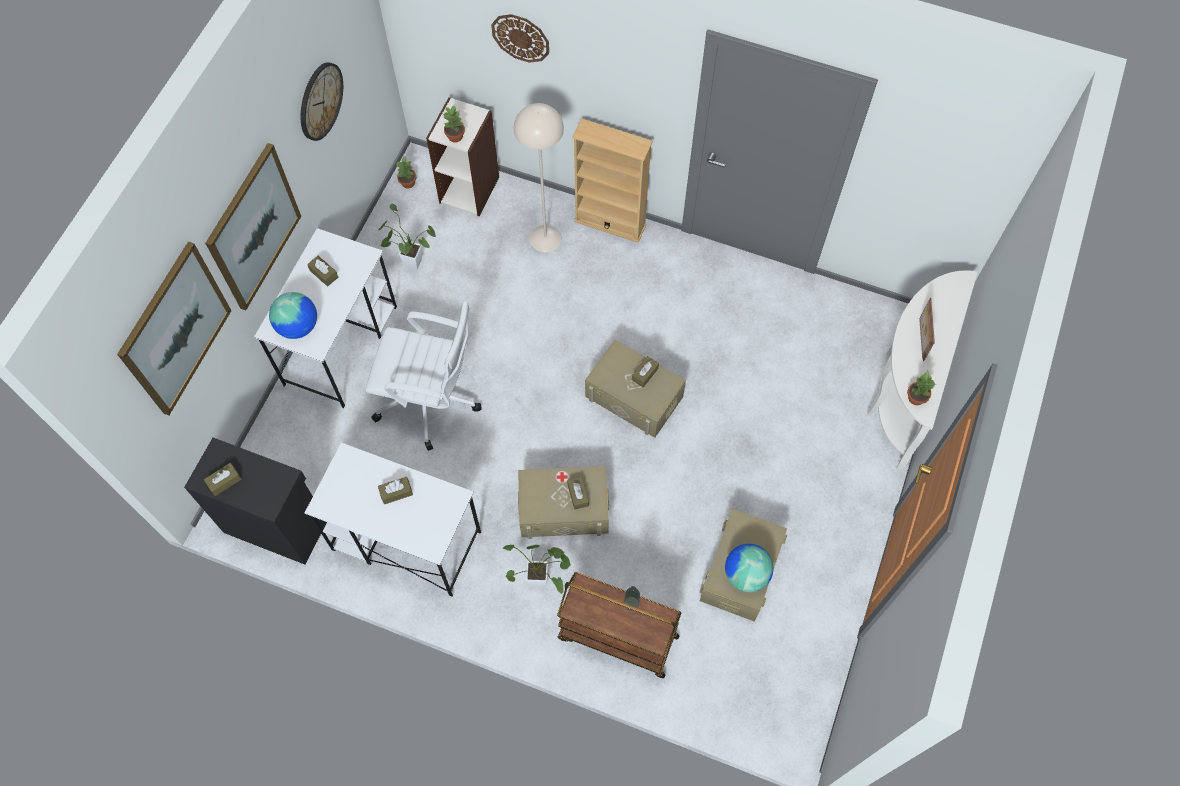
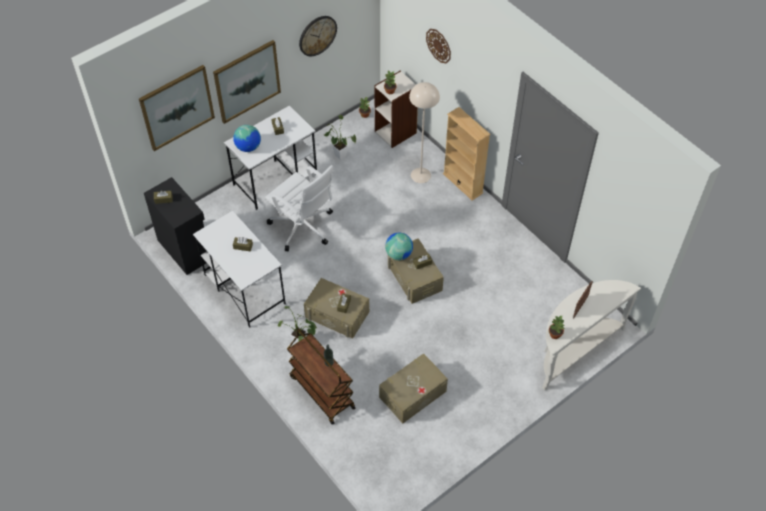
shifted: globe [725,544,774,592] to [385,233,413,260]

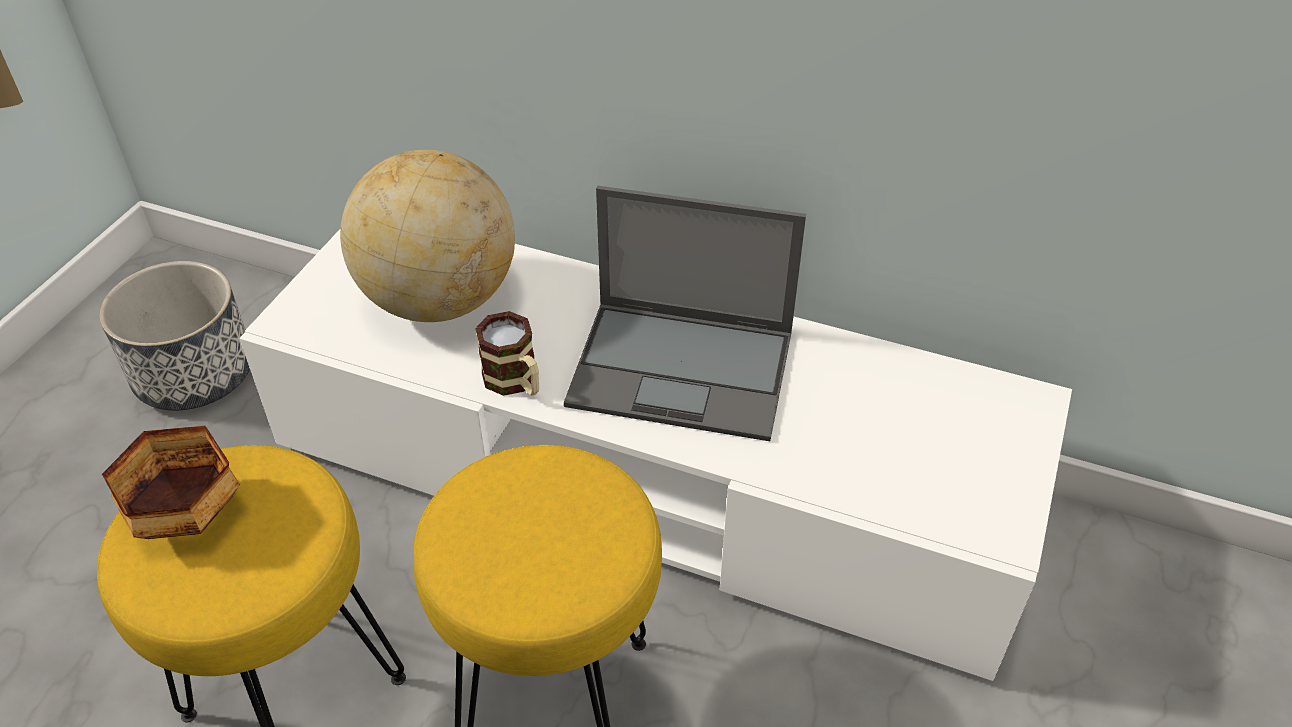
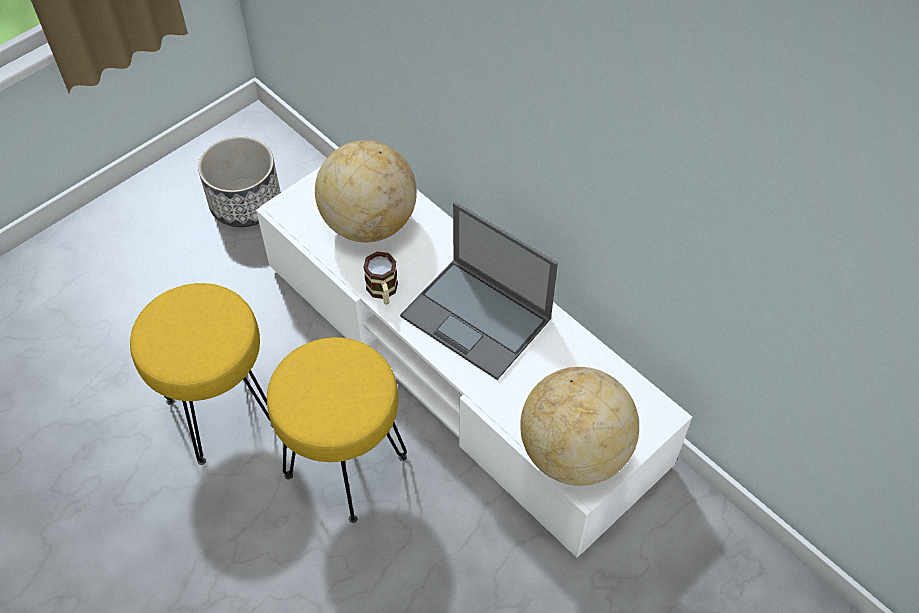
gone: bol [102,426,240,539]
new: globe [520,367,639,486]

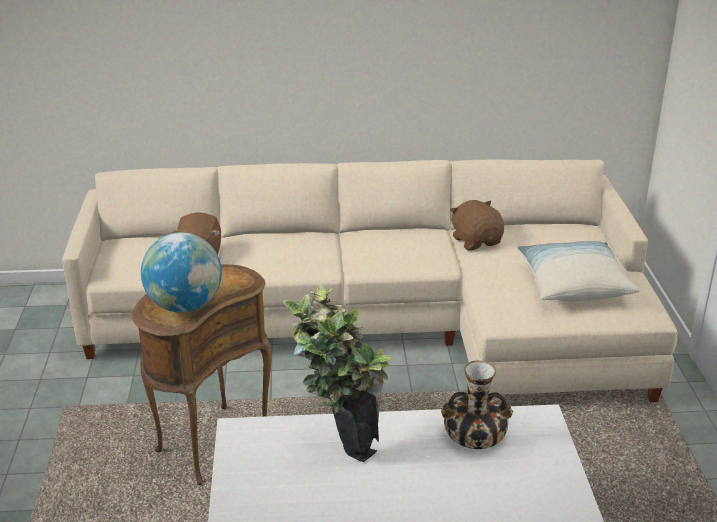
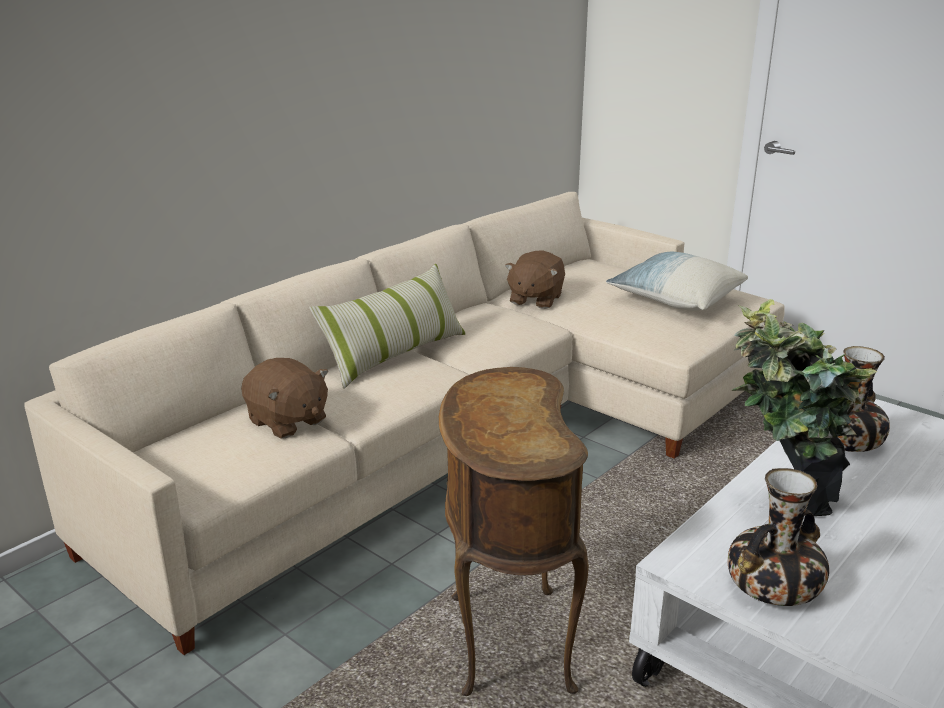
gone: globe [141,232,222,313]
new: coussin [309,264,465,389]; vase [728,468,829,606]
rotated: peluche (marron) [450,200,504,250] = [505,250,565,309] 90 degrees counterclockwise

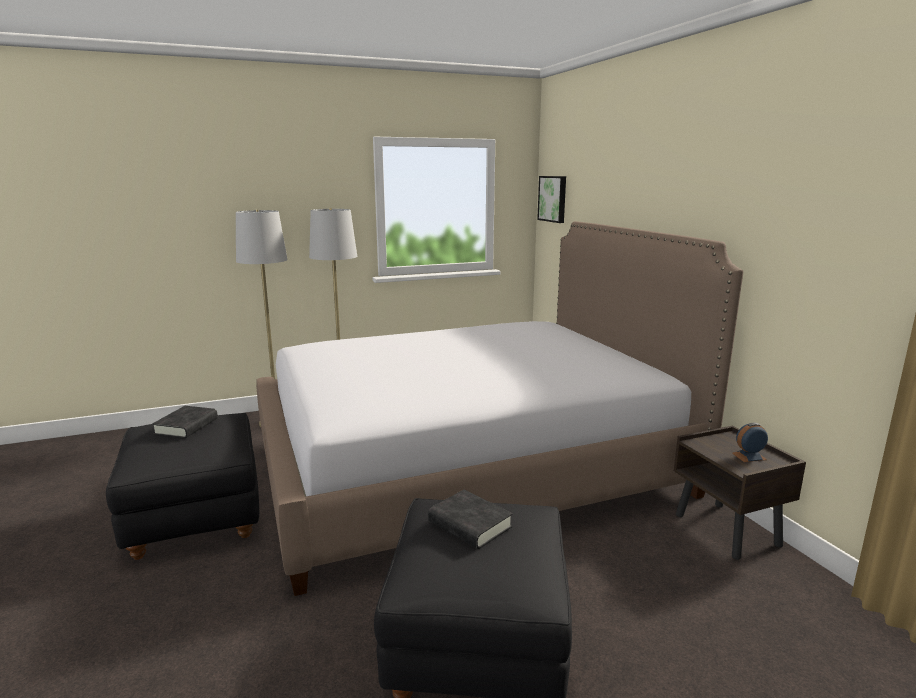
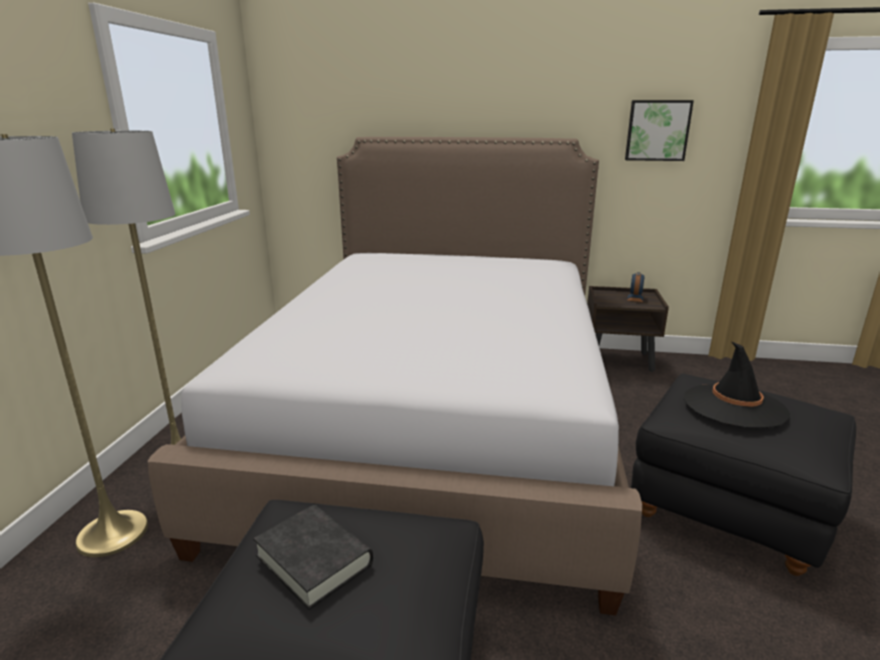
shifted: tableau [537,176,566,223] to [625,100,694,161]
swapped: livre (noir) [428,490,513,549] to chapeau (noir) [684,341,790,428]

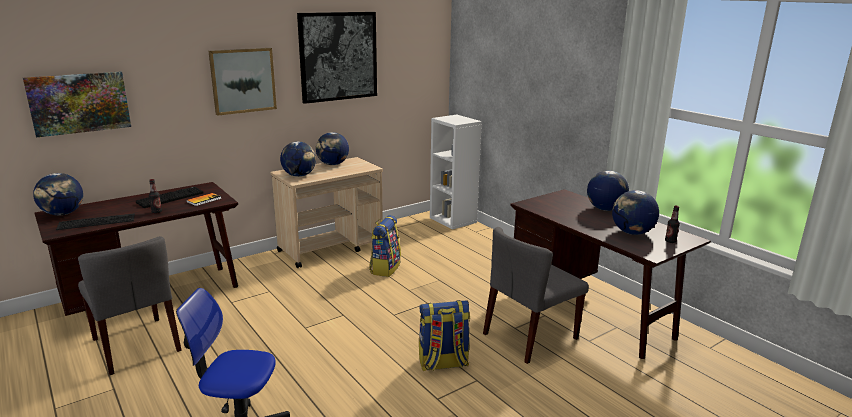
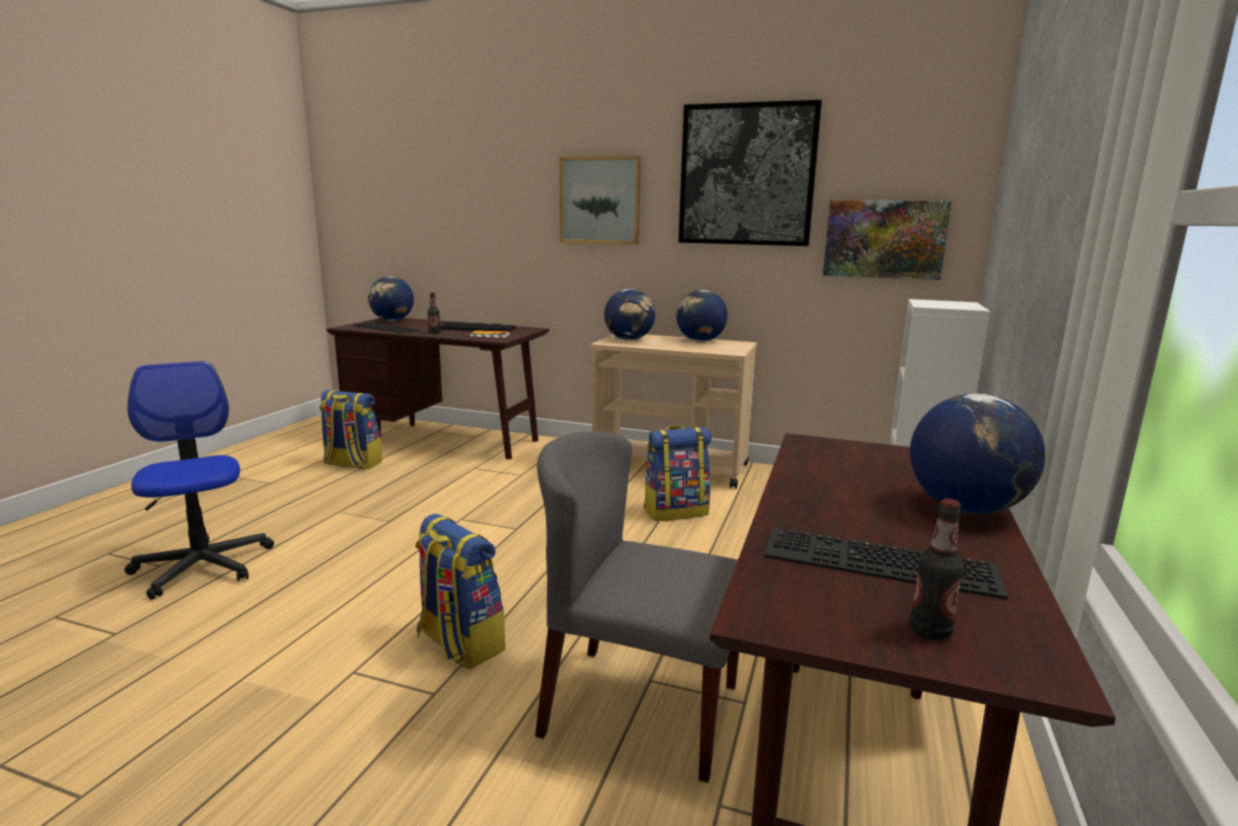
shifted: tableau [23,71,131,137] to [823,200,952,280]
swapped: chaise (gris) [78,236,182,375] to sac à dos [319,390,382,469]; globe [612,190,659,235] to clavier [764,528,1008,600]

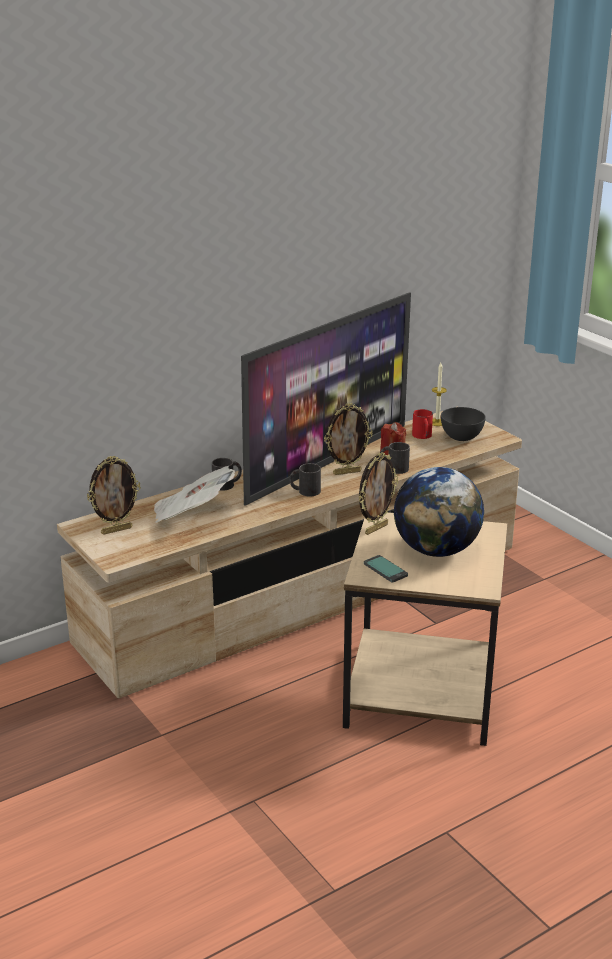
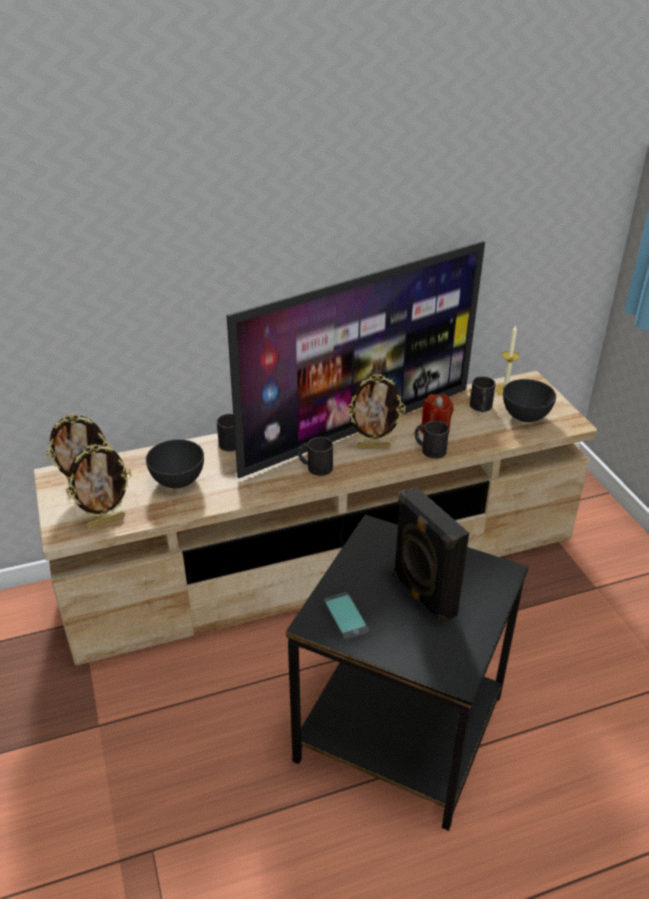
shifted: cadre photo [358,452,398,535] to [66,444,132,529]
swapped: journal [154,466,235,523] to bol (gris) [146,439,204,488]; globe [394,467,484,557] to enceinte (noir) [393,486,469,625]
repainted: table d'appoint (beige) [343,512,507,746] to table d'appoint (noir) [286,514,528,831]; mug (rouge) [412,409,433,439] to mug (noir) [470,376,496,412]

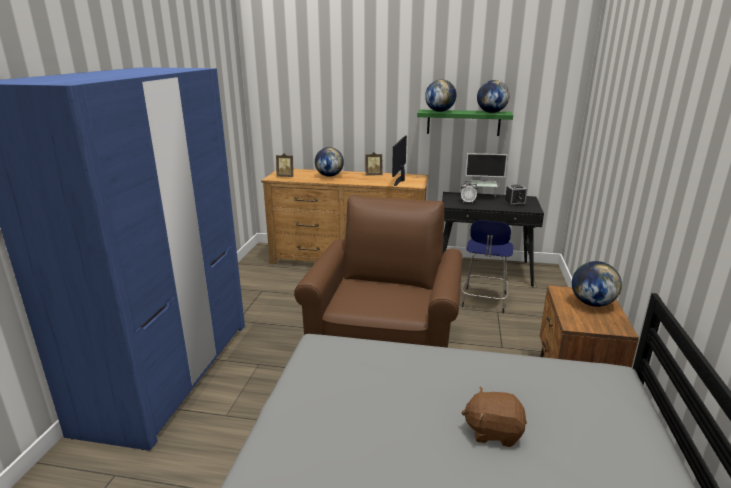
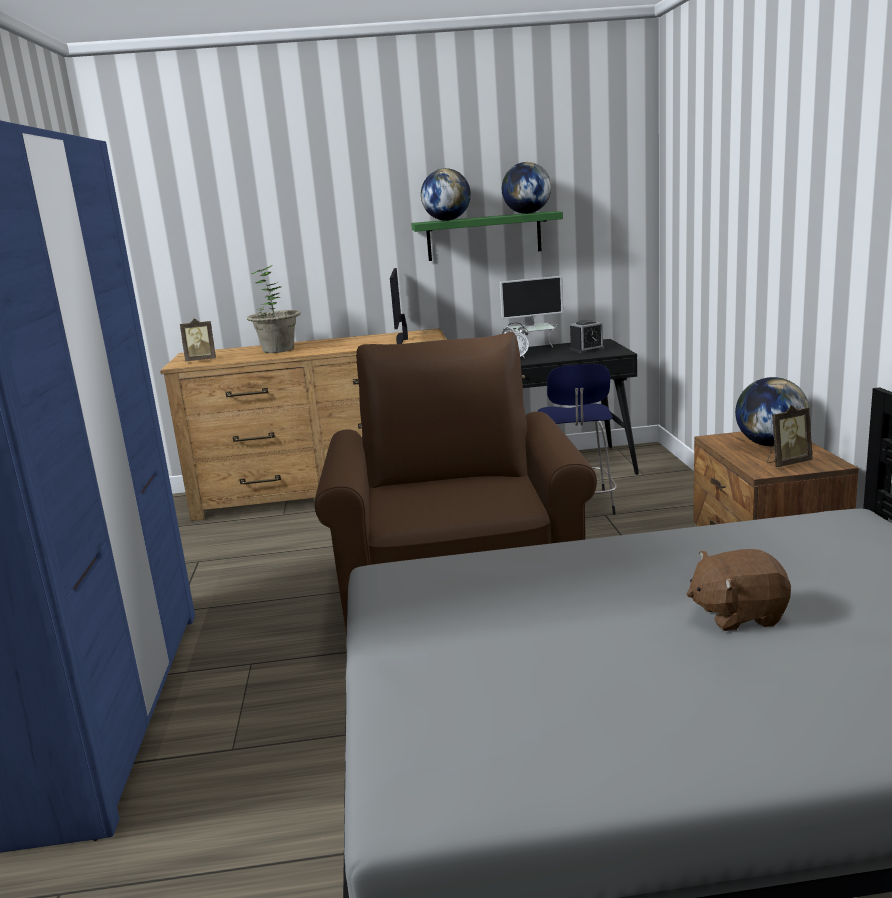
shifted: cadre photo [365,152,382,176] to [767,405,812,467]
swapped: globe [315,147,344,177] to plante en pot [247,265,301,353]

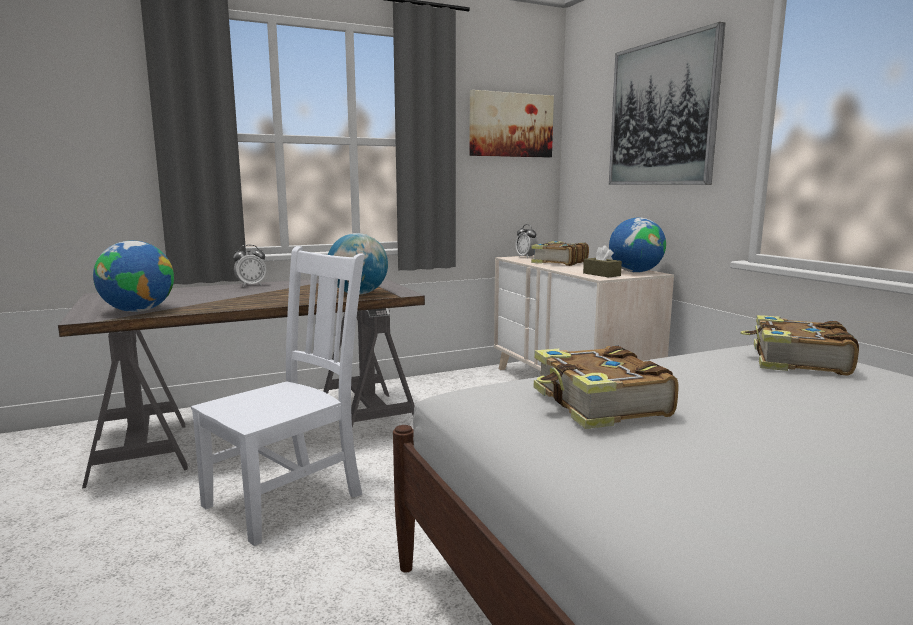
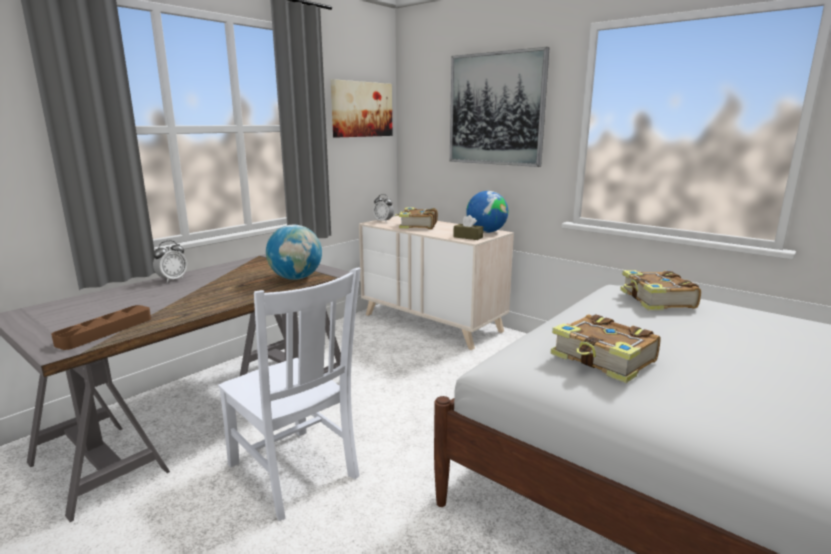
swapped: globe [93,241,174,312] to plateau (marron) [51,305,151,350]
rotated: chaise (blanc) [191,246,364,546] = [218,267,361,521] 120 degrees clockwise

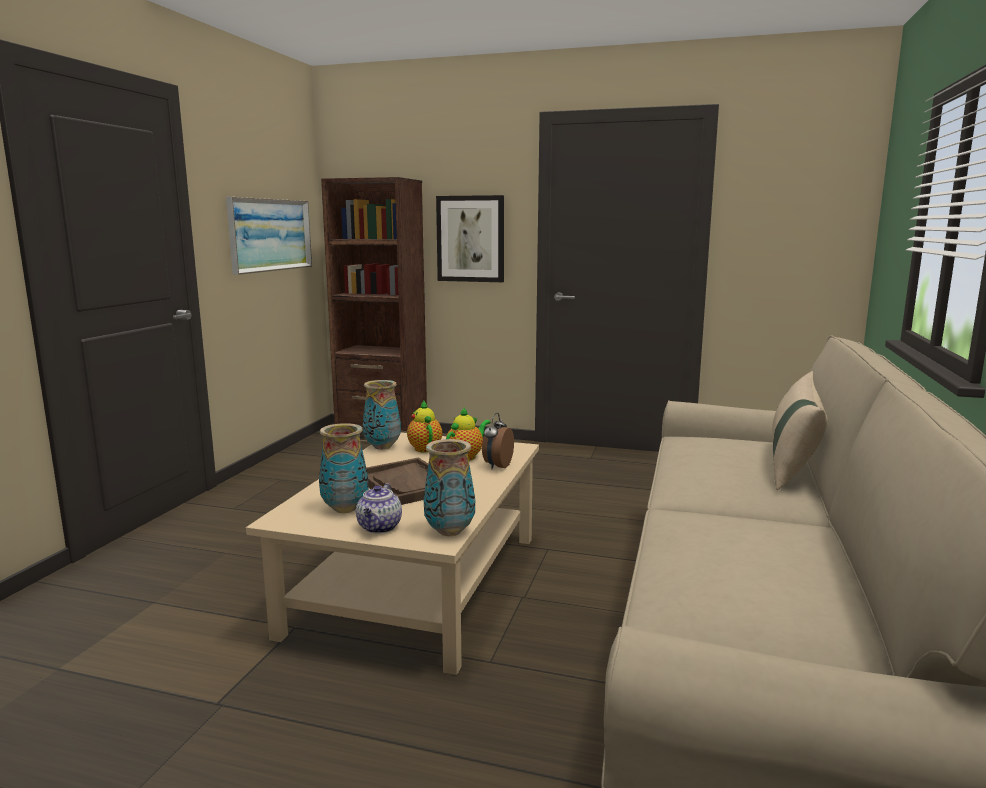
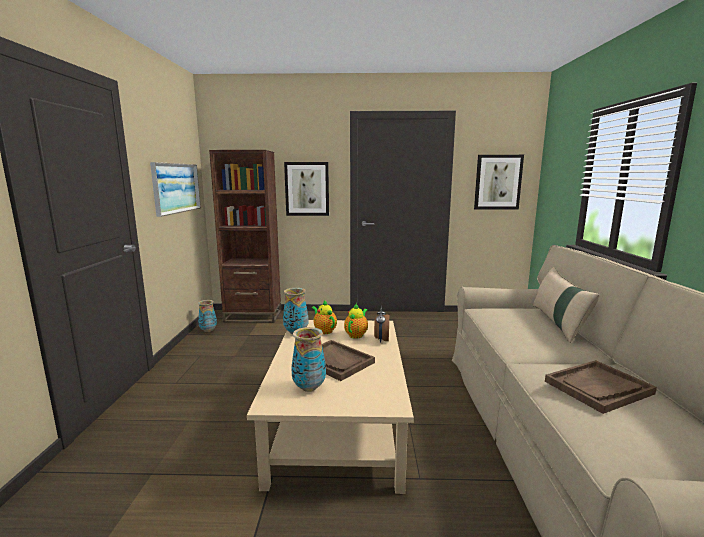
gone: théière [356,483,402,533]
new: tableau [474,155,524,209]; plateau (marron) [545,360,657,414]
shifted: vase [424,439,475,536] to [198,300,217,332]

